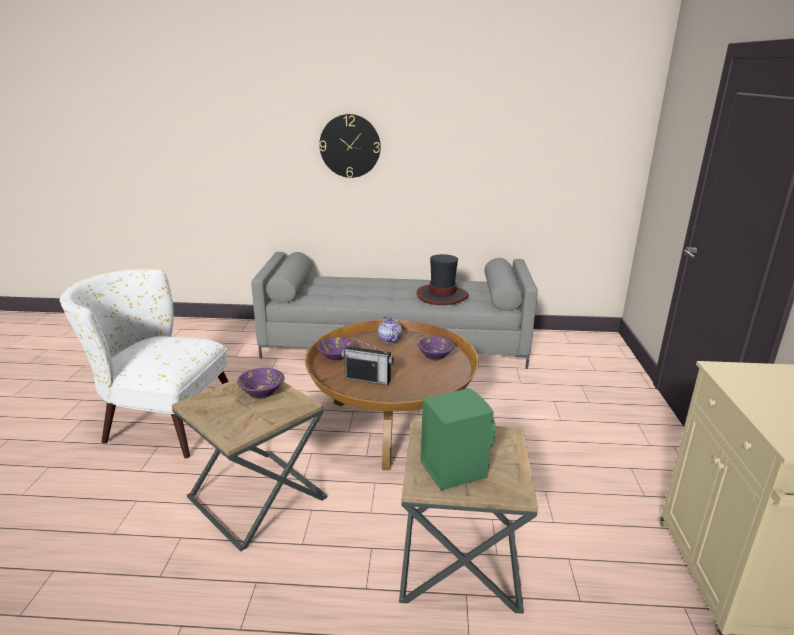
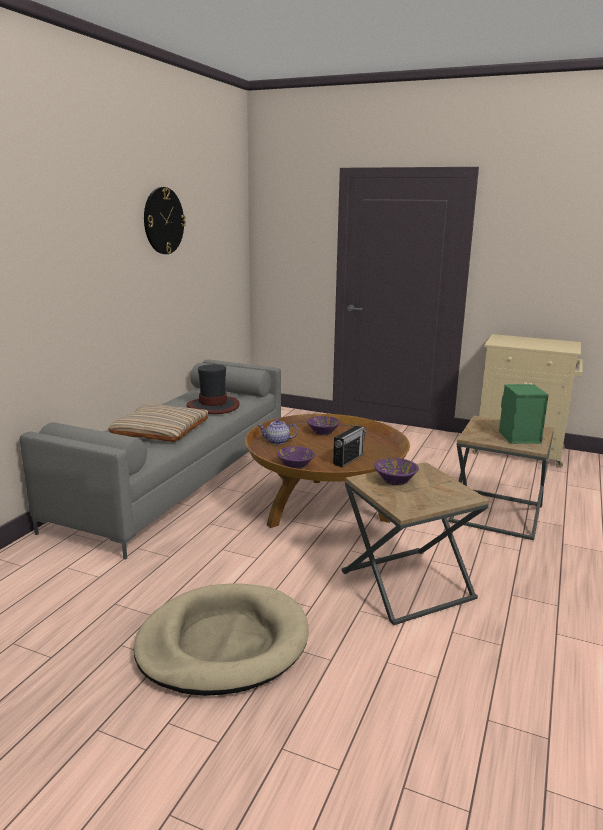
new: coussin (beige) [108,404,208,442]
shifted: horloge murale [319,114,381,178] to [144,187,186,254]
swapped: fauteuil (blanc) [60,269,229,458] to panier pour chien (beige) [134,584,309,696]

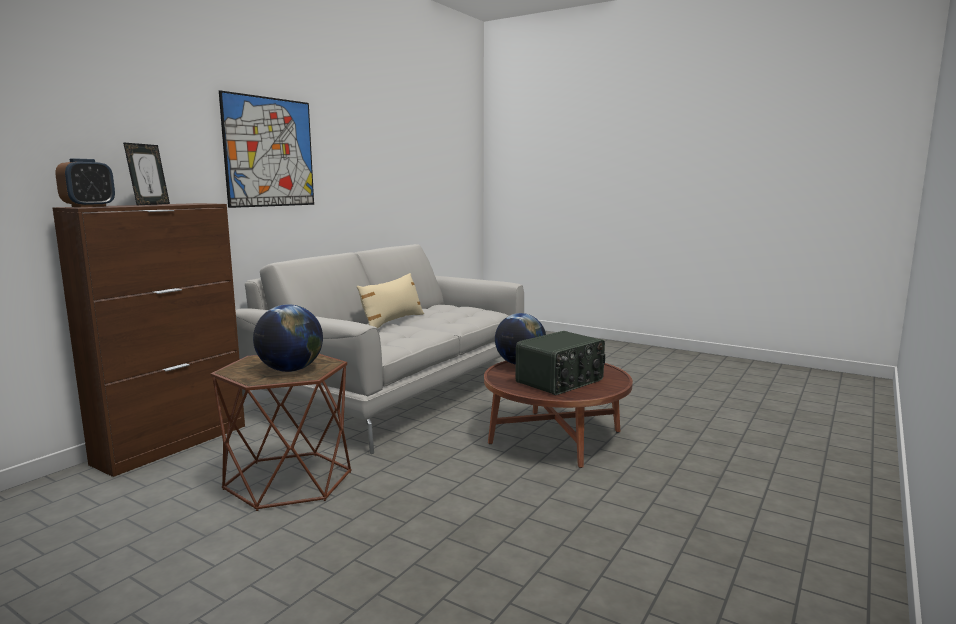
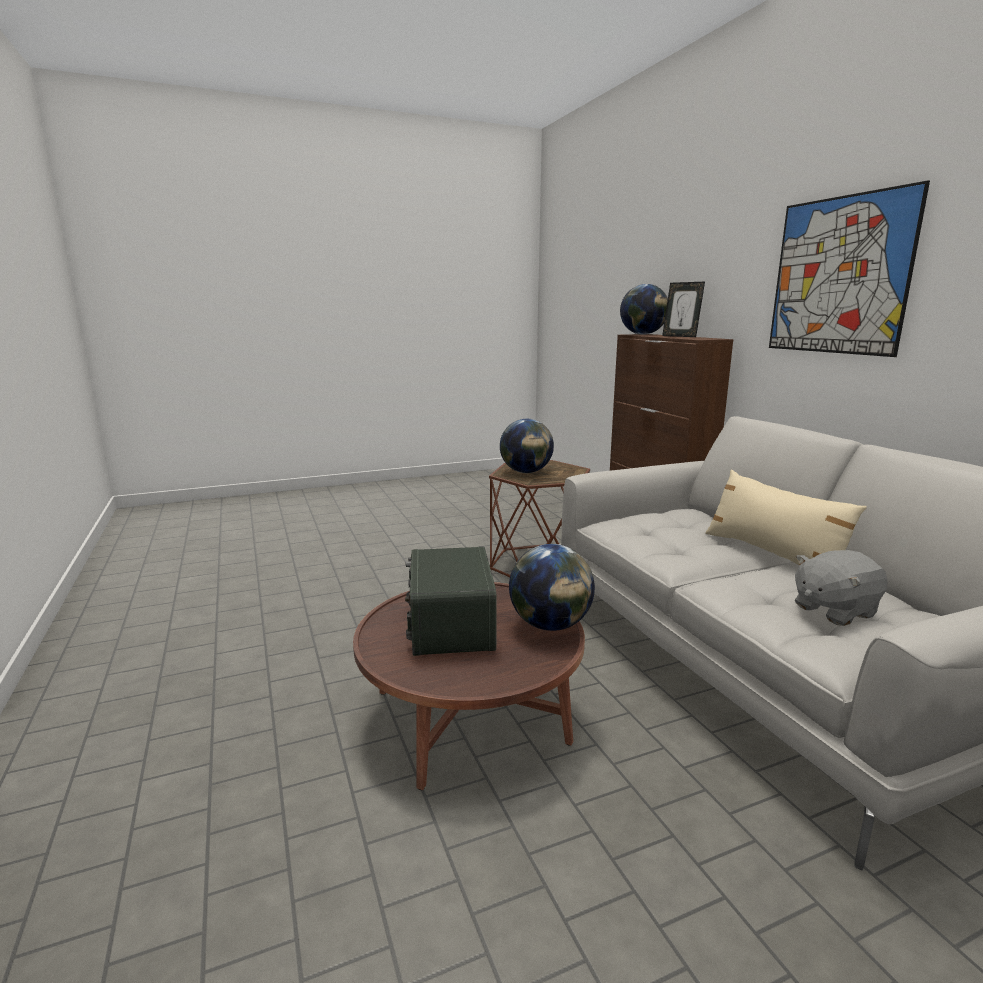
new: peluche (gris) [795,550,888,626]
swapped: réveil [55,158,115,207] to globe [620,284,668,335]

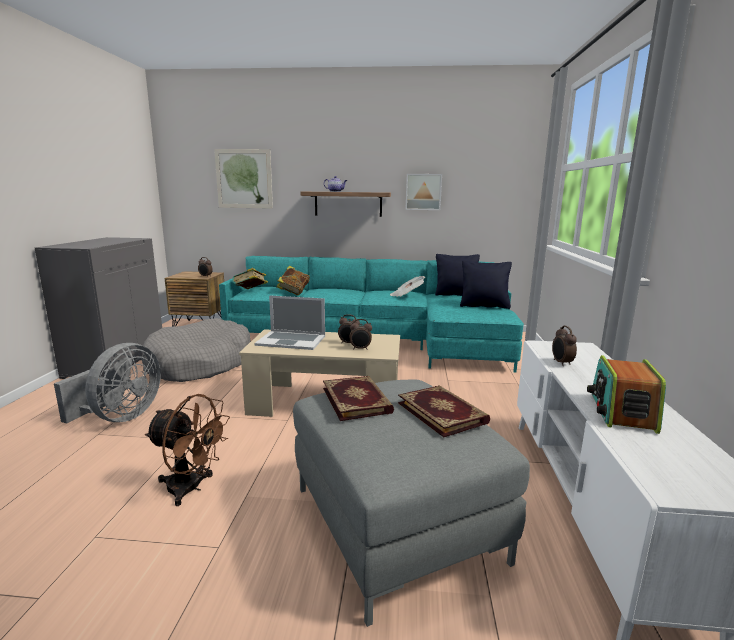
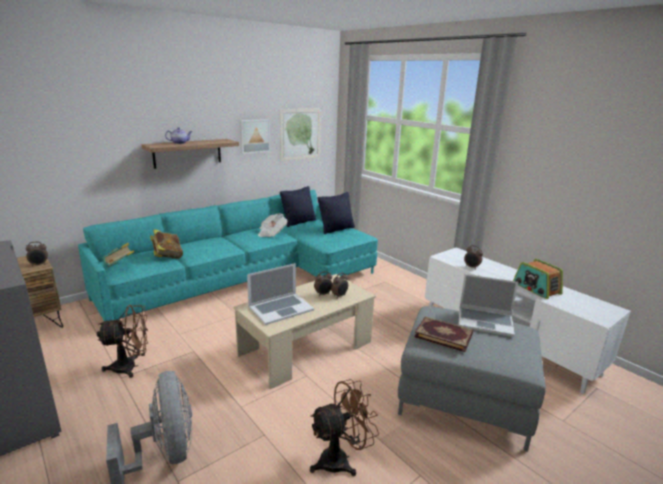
shifted: tableau [214,149,273,209] to [280,108,321,161]
swapped: panier pour chien (gris) [142,318,251,382] to ventilateur (marron) [97,305,148,378]; livre [398,385,490,437] to ordinateur portable [458,274,518,337]

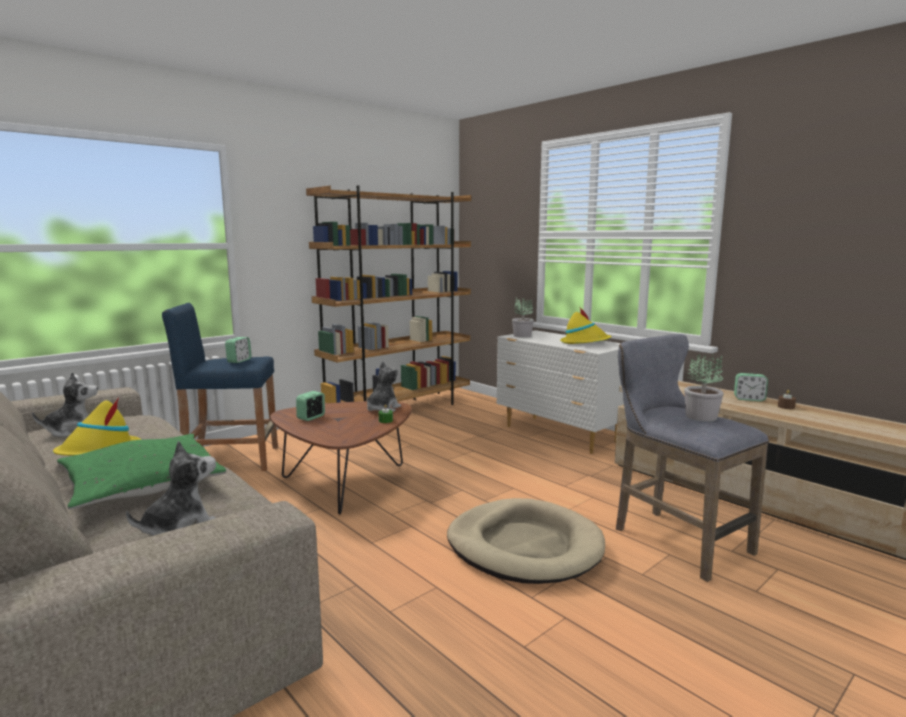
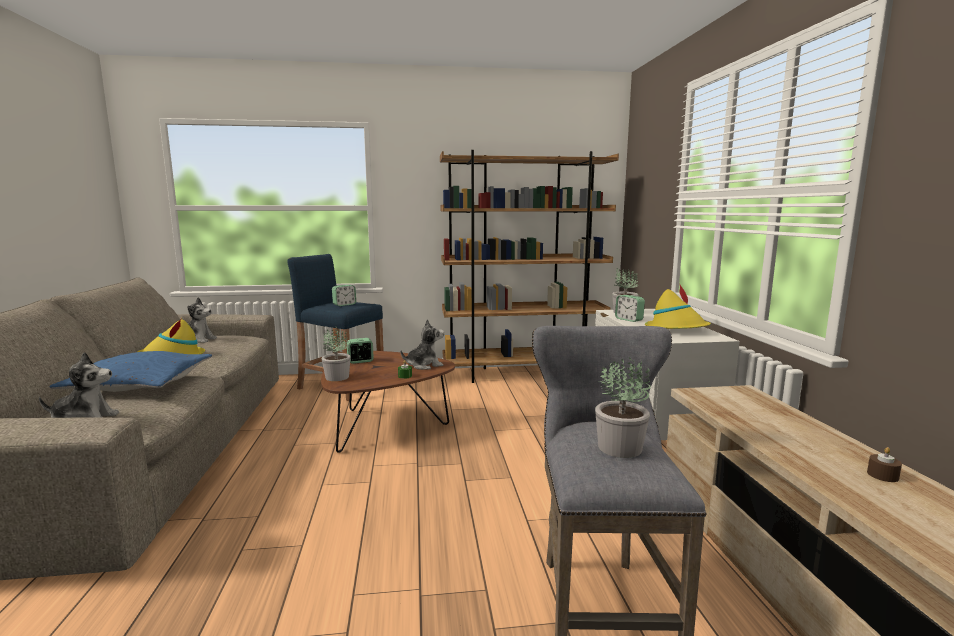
gone: panier pour chien (beige) [447,498,605,584]
new: plante en pot [322,326,351,381]
shifted: réveil [734,373,768,401] to [615,295,645,322]
repainted: coussin (vert) [57,434,226,509] to coussin (bleu) [49,351,212,392]

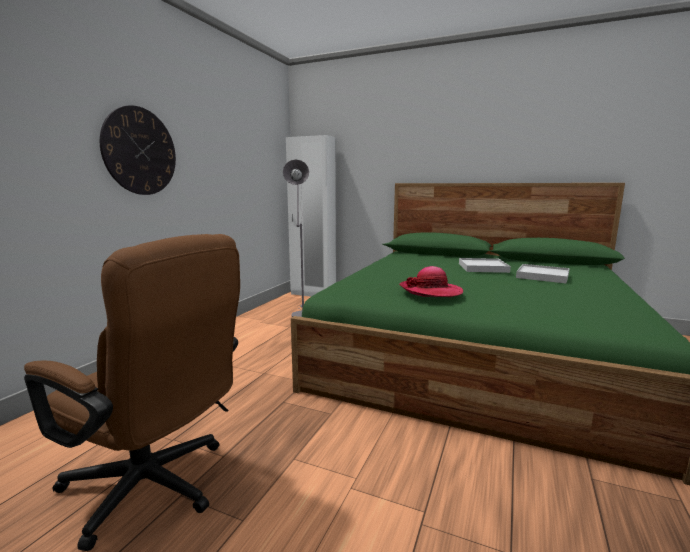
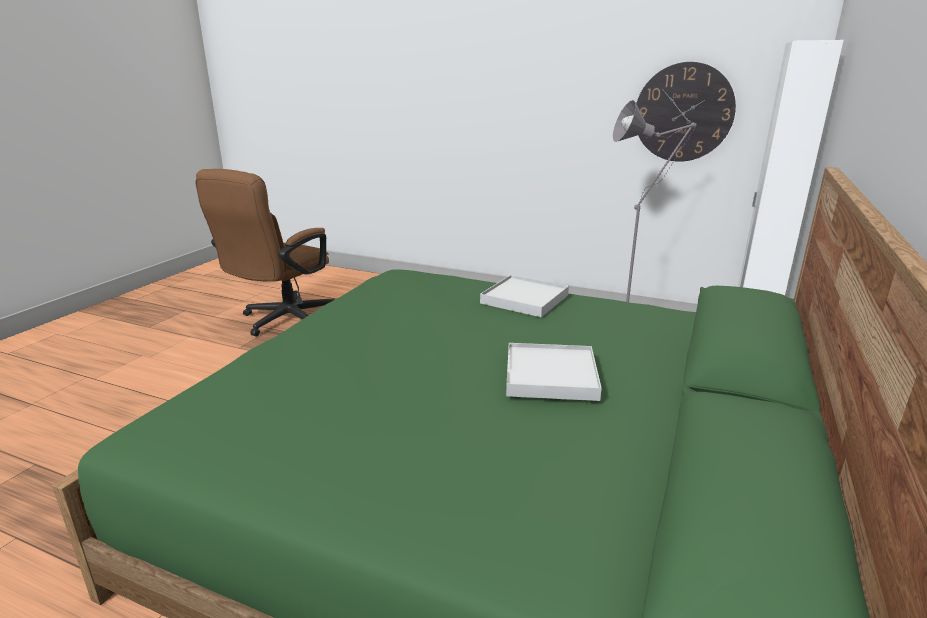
gone: chapeau [400,266,463,297]
shifted: horloge murale [100,105,176,195] to [636,62,736,162]; plateau (blanc) [516,264,570,283] to [480,275,569,317]

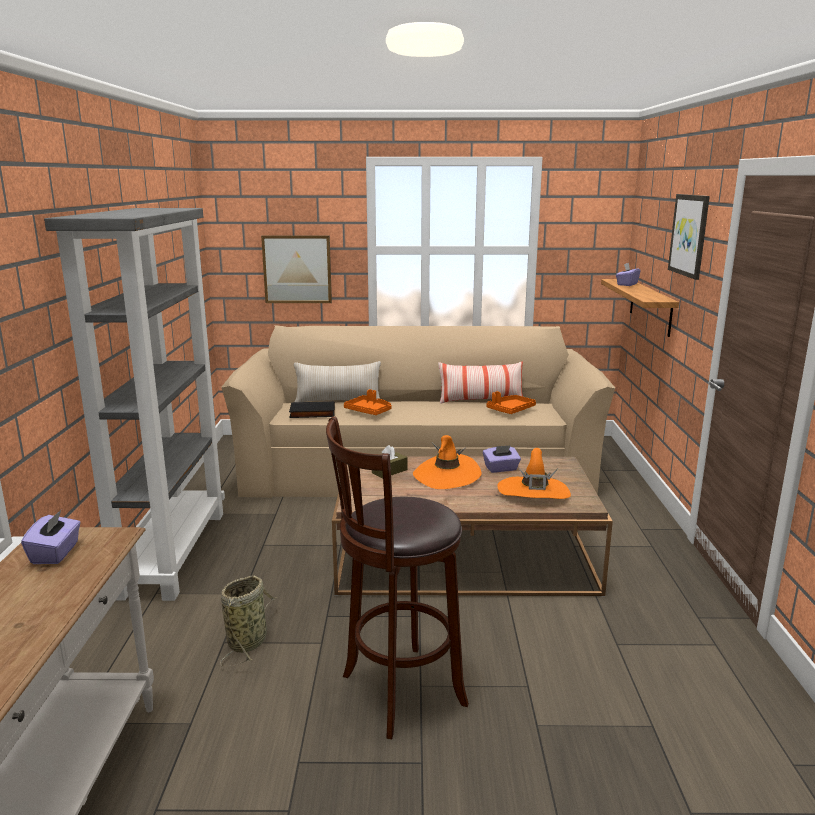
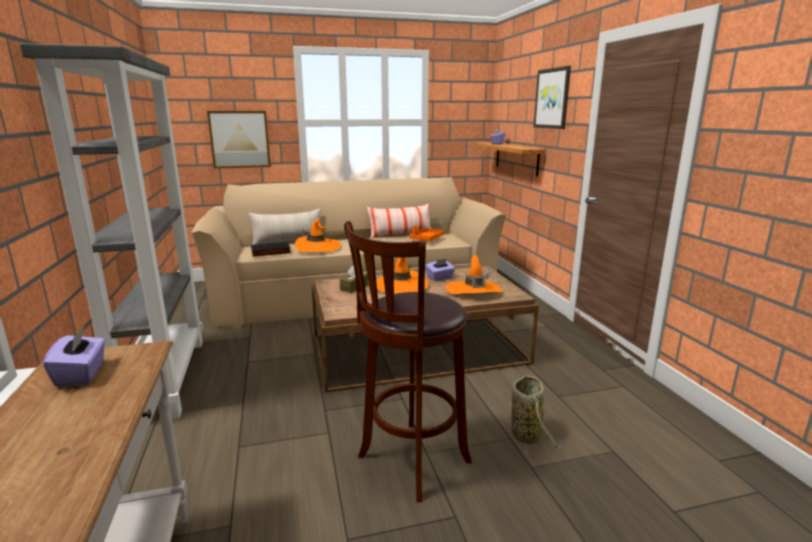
shifted: panier [220,576,278,666] to [510,375,559,458]
swapped: plateau (orange) [344,389,392,415] to chapeau (orange) [295,219,341,252]

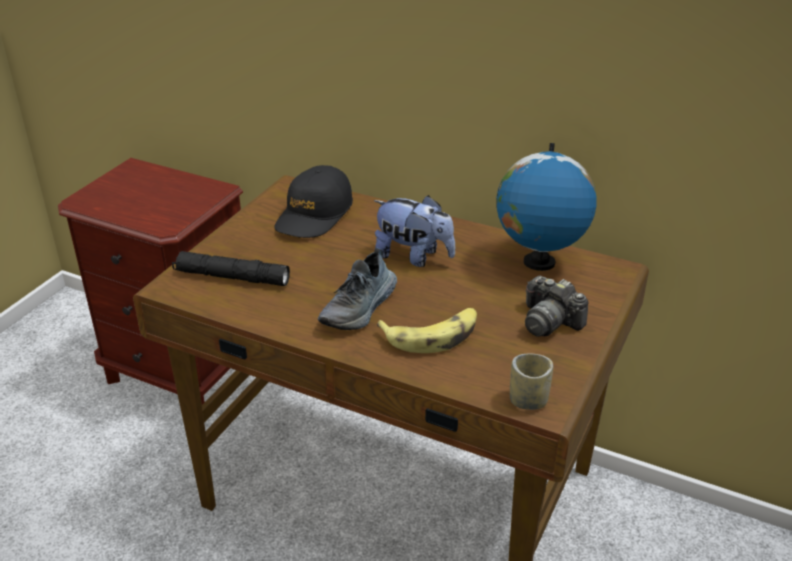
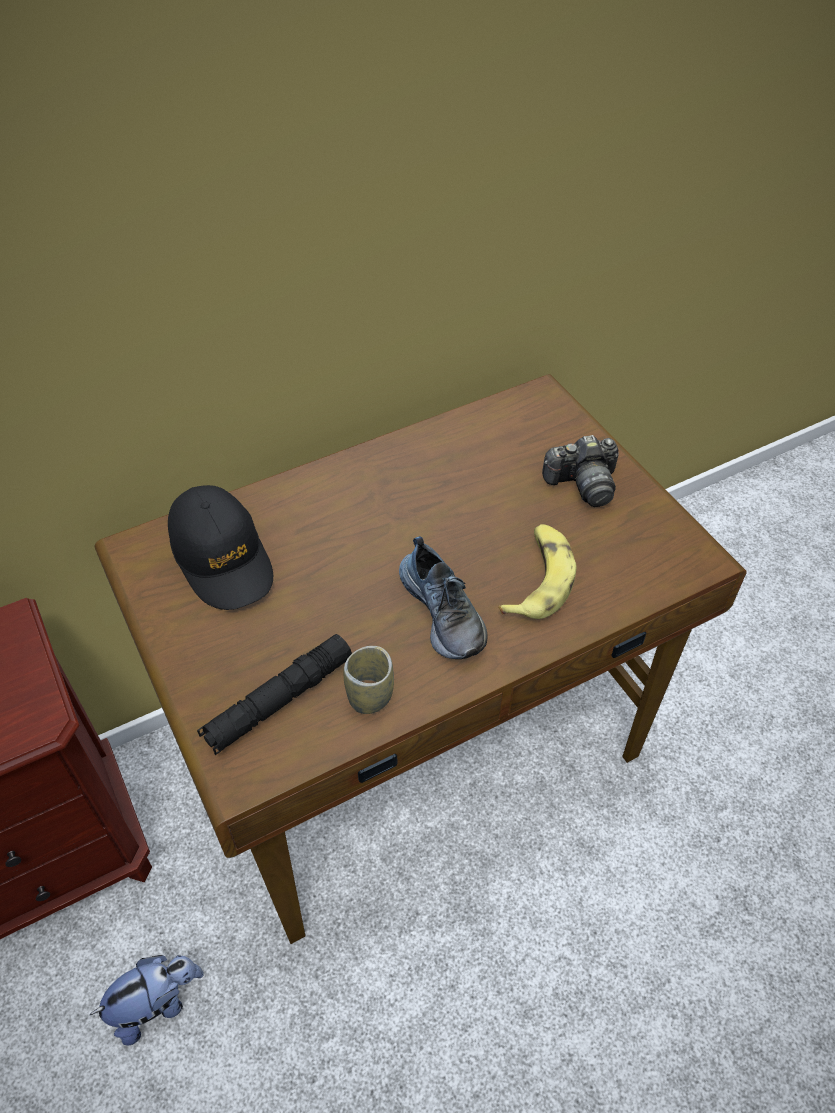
gone: globe [496,143,597,271]
shifted: peluche [373,195,455,267] to [90,955,204,1046]; tasse [510,354,553,410] to [344,646,394,714]

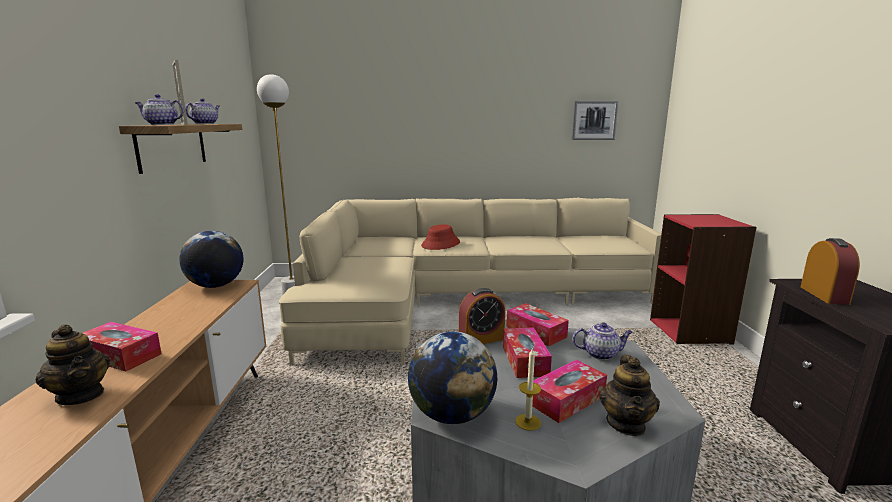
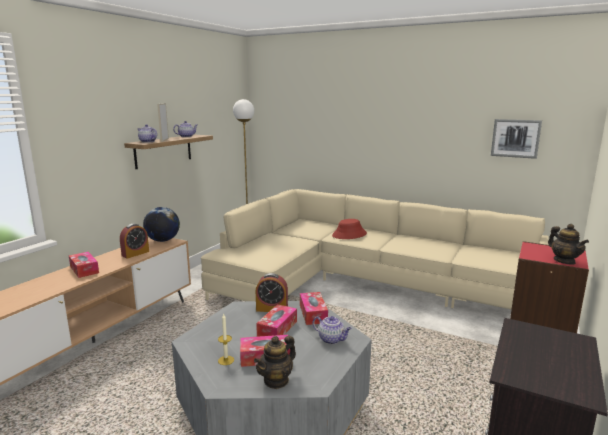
gone: globe [408,331,497,424]
shifted: théière [36,324,110,405] to [548,224,589,265]; réveil [801,238,860,305] to [120,224,149,259]

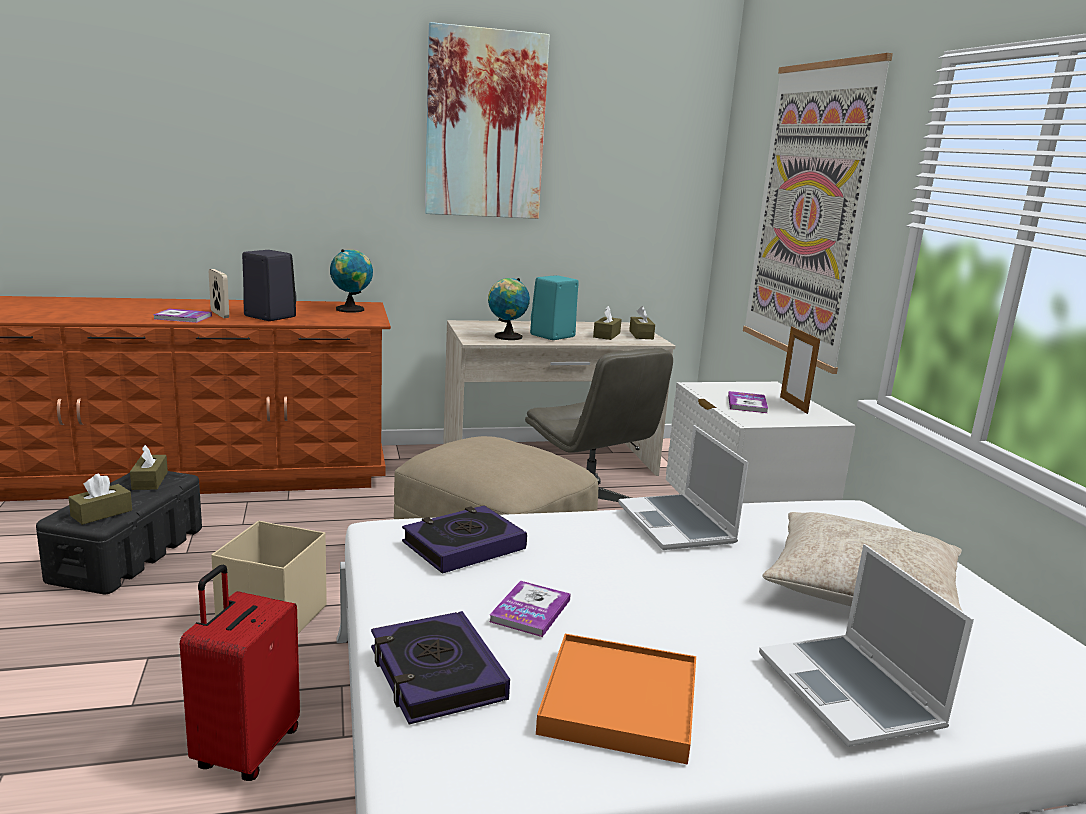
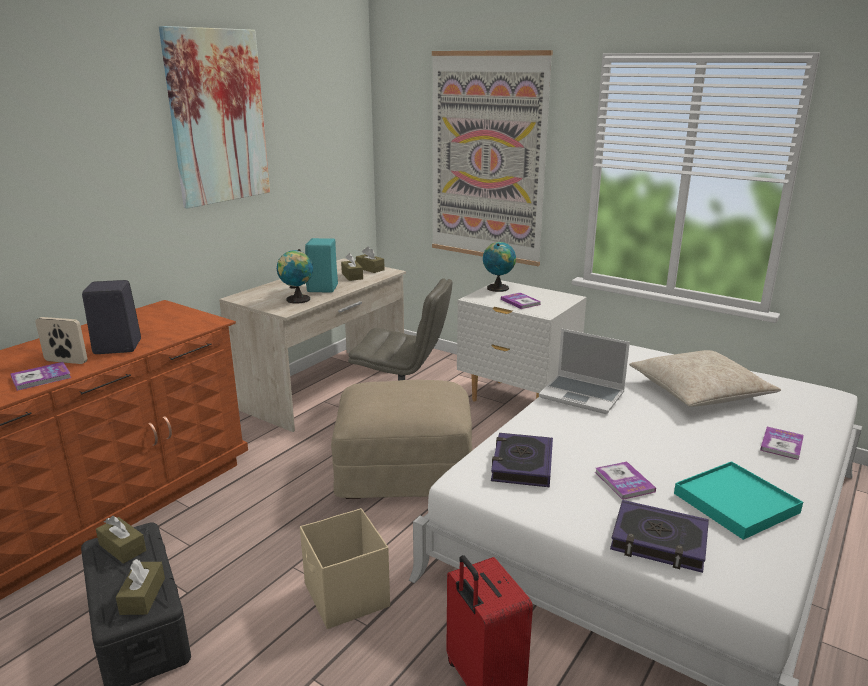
gone: cadre photo [780,326,820,414]
shifted: globe [330,249,373,313] to [483,242,516,292]
swapped: ordinateur portable [759,544,974,747] to livre [760,427,804,460]
repainted: plateau (orange) [536,634,696,764] to plateau (turquoise) [674,461,803,540]

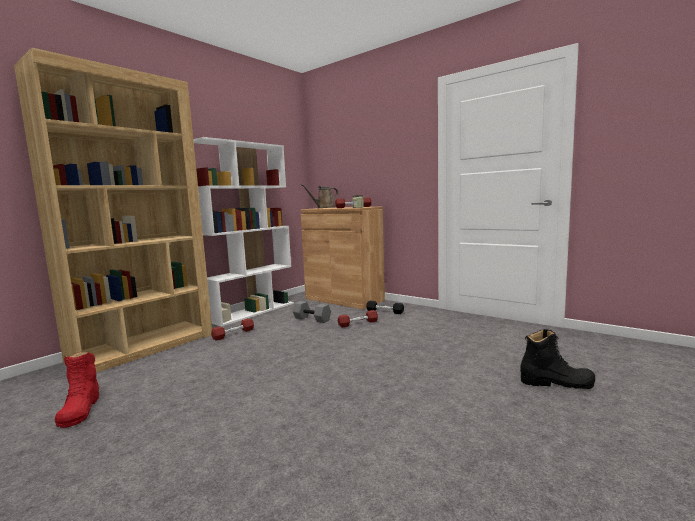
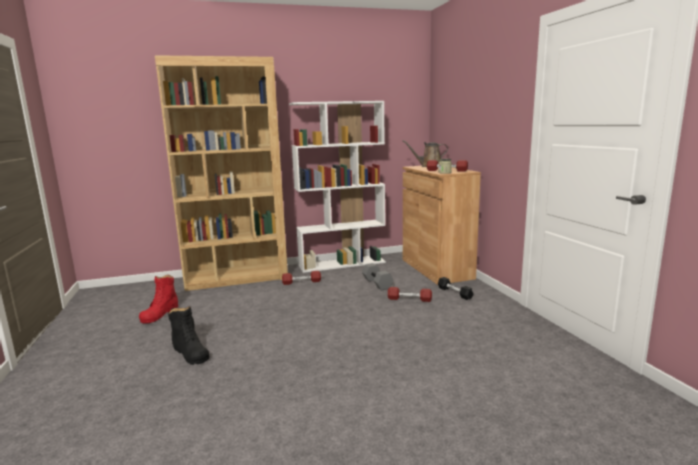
shifted: botte (noir) [520,329,595,389] to [168,306,209,365]

